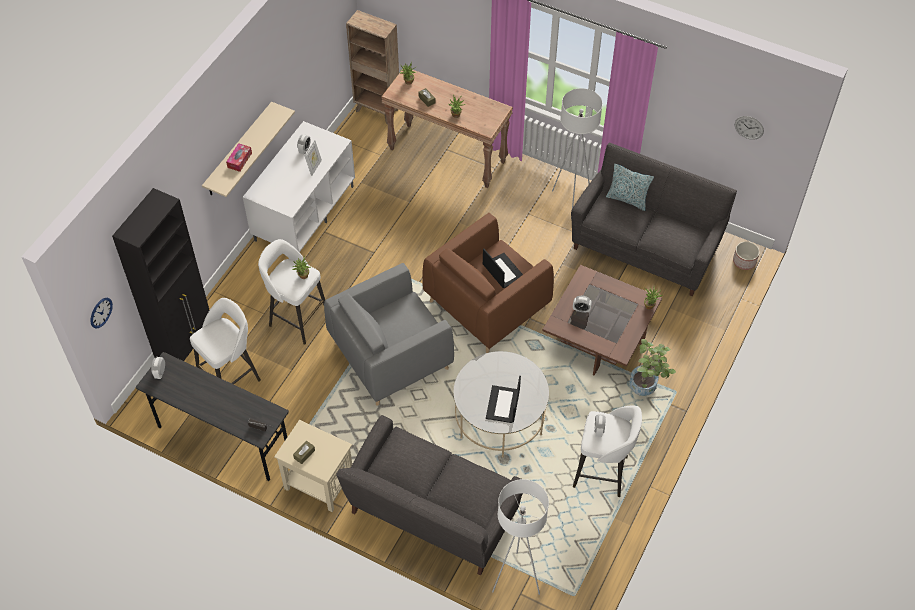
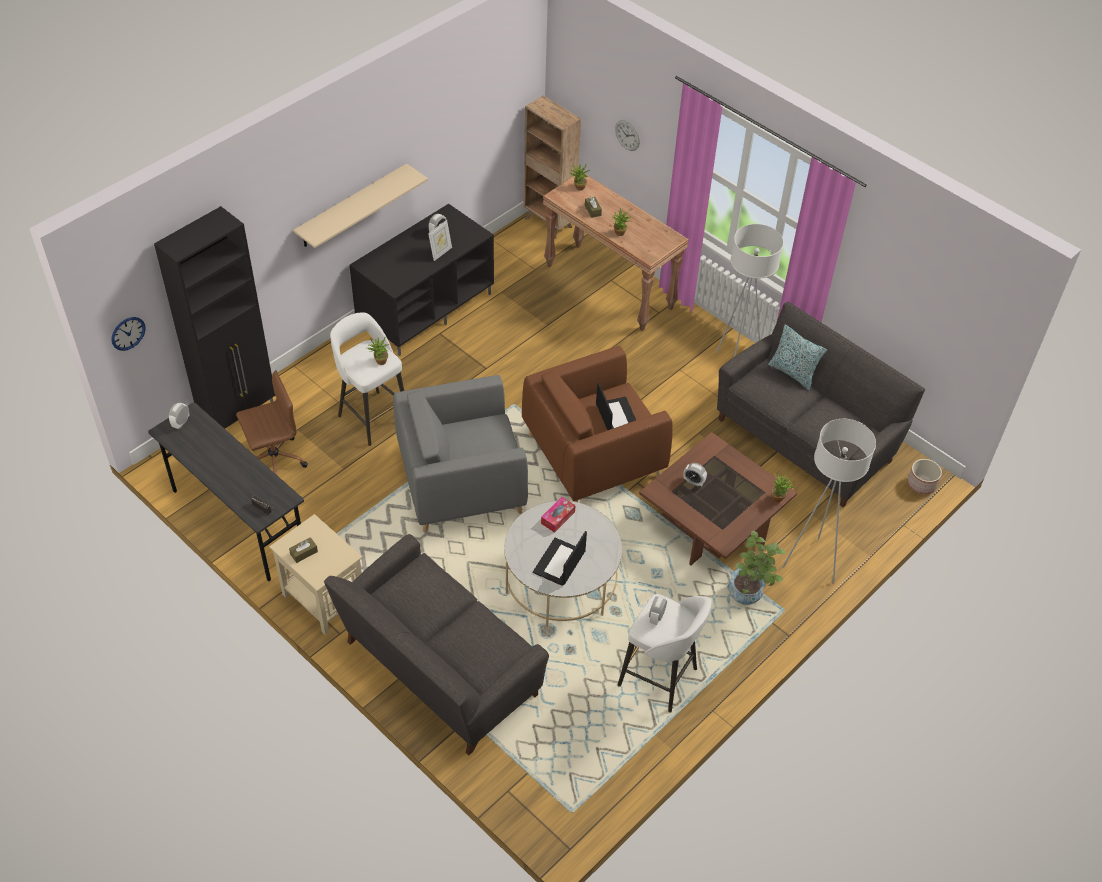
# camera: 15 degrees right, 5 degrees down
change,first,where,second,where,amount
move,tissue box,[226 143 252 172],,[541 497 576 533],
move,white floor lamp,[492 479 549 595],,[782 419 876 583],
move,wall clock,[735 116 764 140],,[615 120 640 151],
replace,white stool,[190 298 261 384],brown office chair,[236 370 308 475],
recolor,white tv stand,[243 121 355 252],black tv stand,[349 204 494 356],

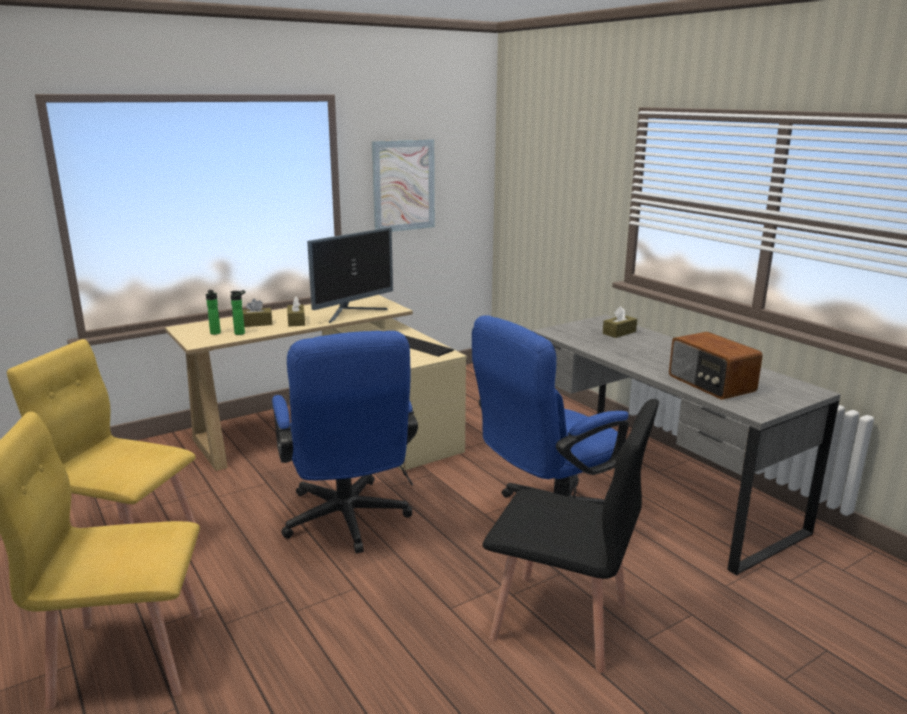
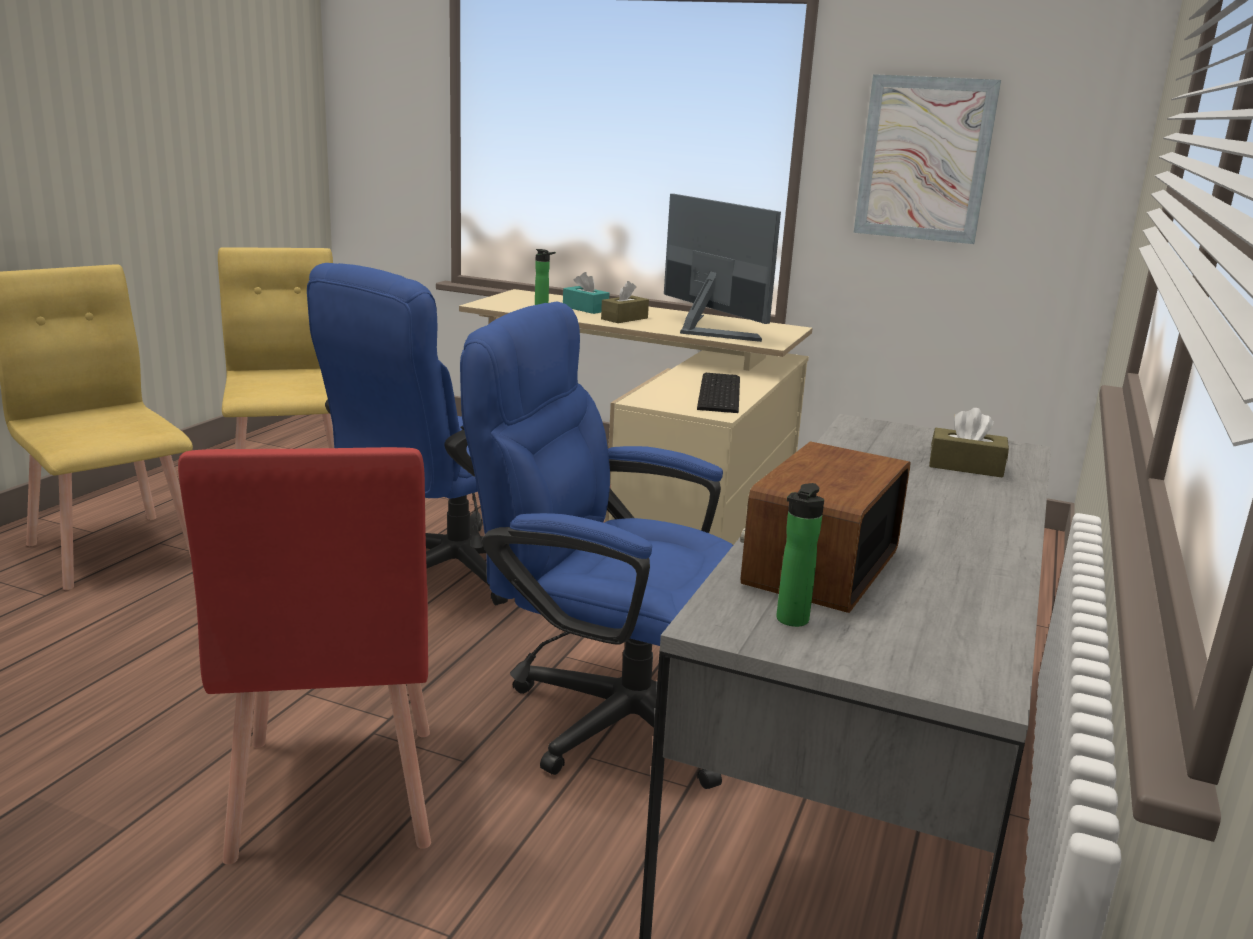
# camera: 55 degrees right, 0 degrees up
change,first,where,second,where,amount
move,bottle,[206 290 221 335],,[776 483 824 627],
recolor,brown tissue box,[243 299 272 327],turquoise tissue box,[563 272 609 314],
recolor,black chair,[482 399 659 673],red chair,[178 447 431 865],
rotate,monitor,[307 227 393 323],,[664 194 781 342],135 degrees counterclockwise

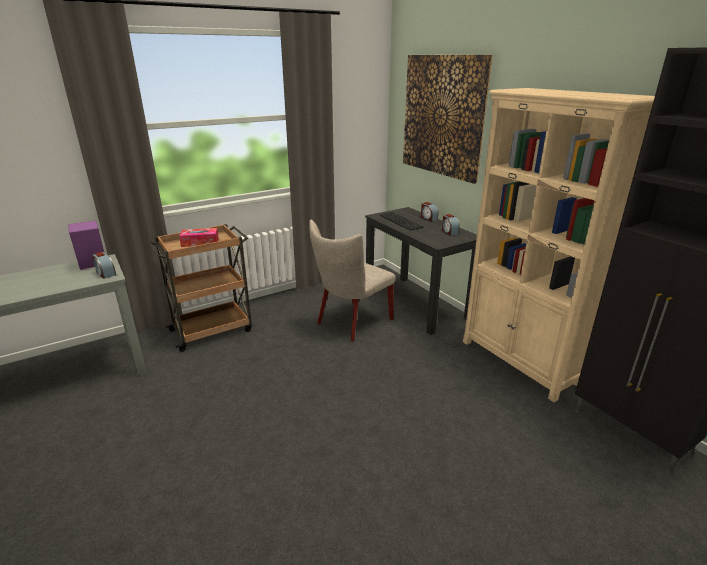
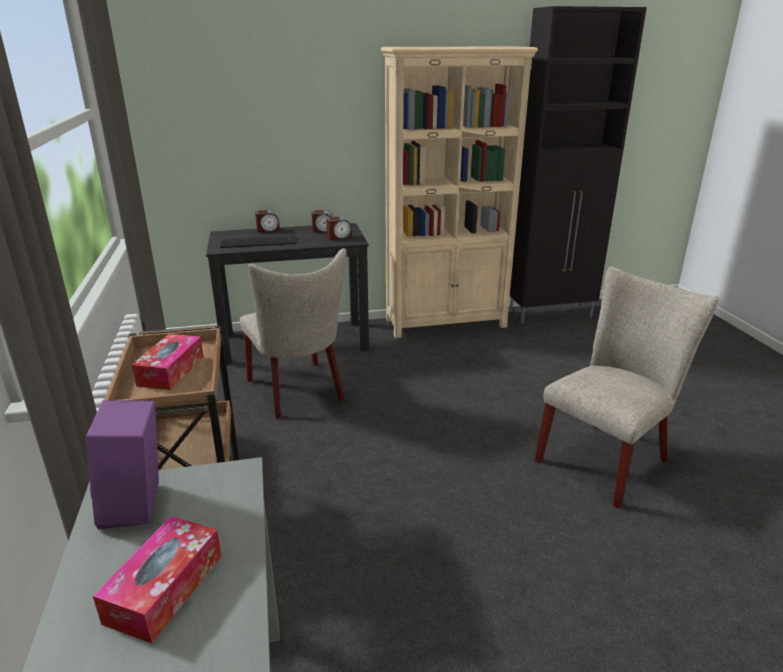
# camera: 70 degrees left, 0 degrees up
change,first,where,second,where,amount
delete,picture,[403 55 492 184],,,
insert,,,tissue box,[93 516 222 644],
insert,,,beige chair,[535 267 719 509],
move,alarm clock,[92 252 116 279],,[326 217 352 240],

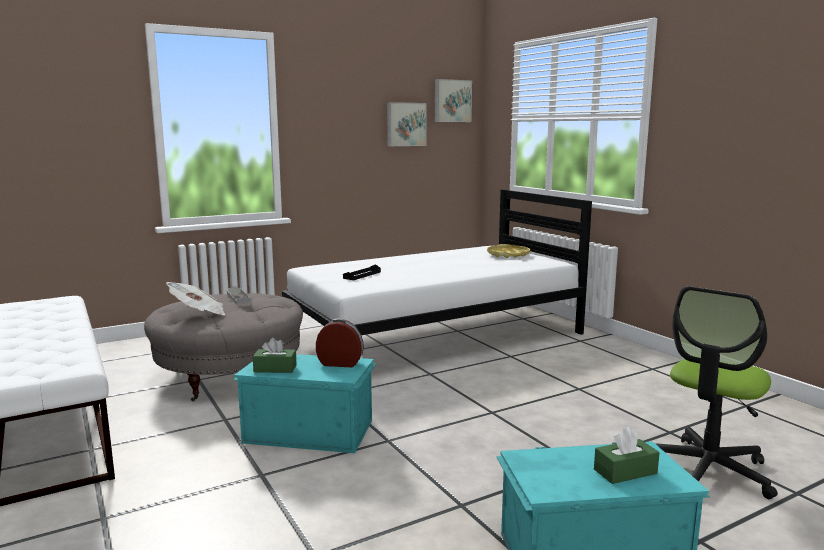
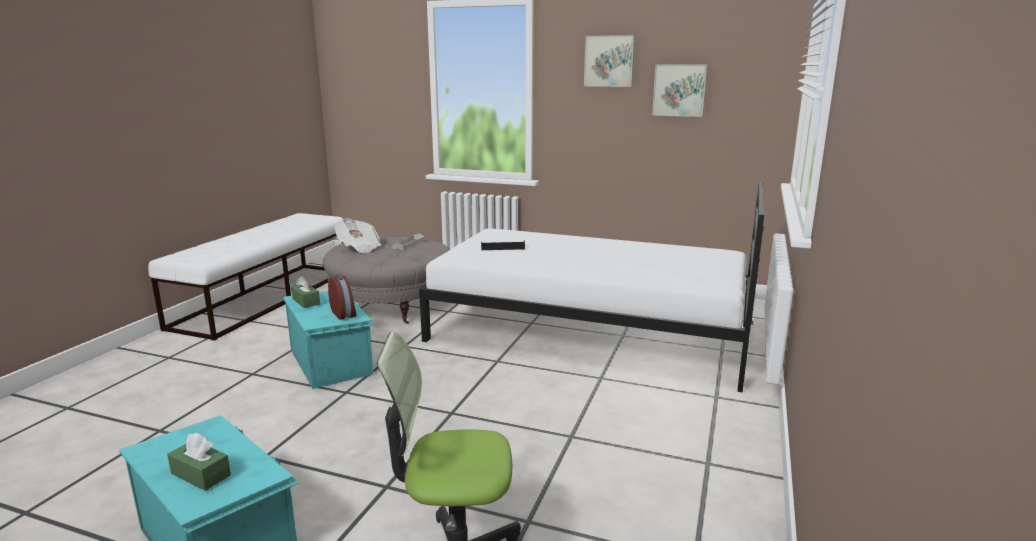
# camera: 50 degrees right, 5 degrees up
change,first,where,second,where,amount
delete,yellow tray,[487 244 530 258],,,
move,picture,[435 79 472 122],,[584 35 635 87],

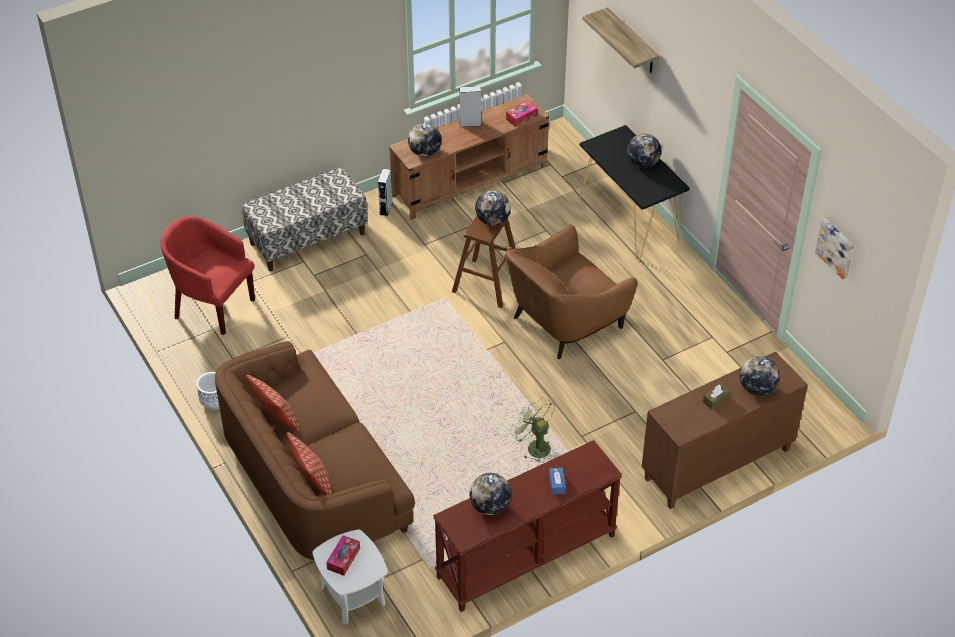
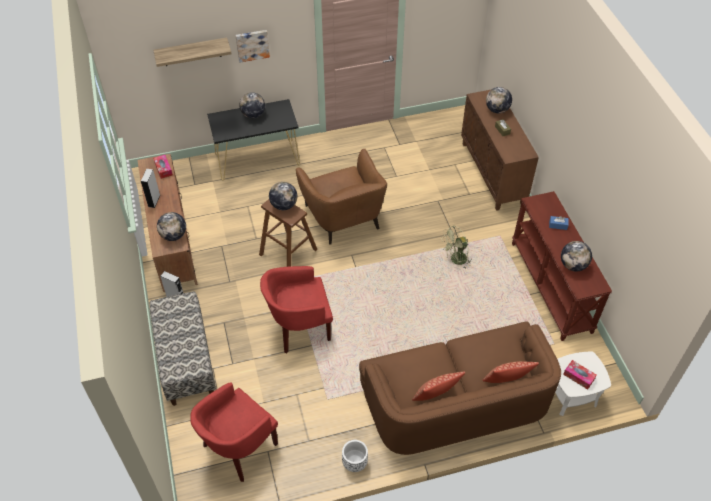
# camera: 75 degrees left, 5 degrees up
change,first,where,second,where,amount
insert,,,red armchair,[260 266 333 353],
move,picture,[815 219 854 280],,[235 30 270 63],

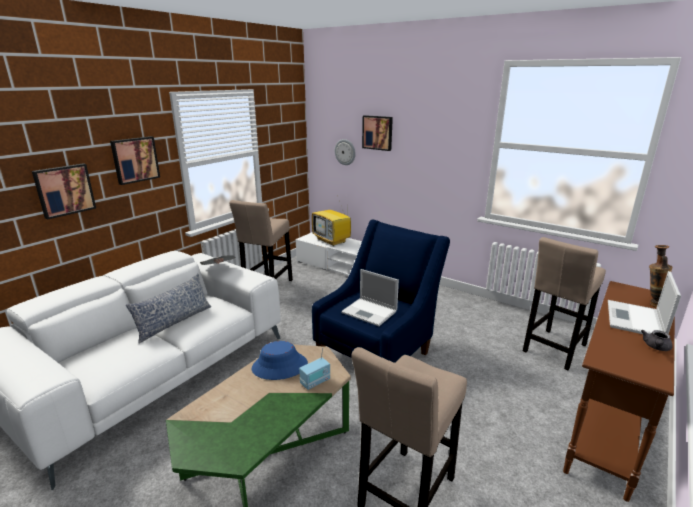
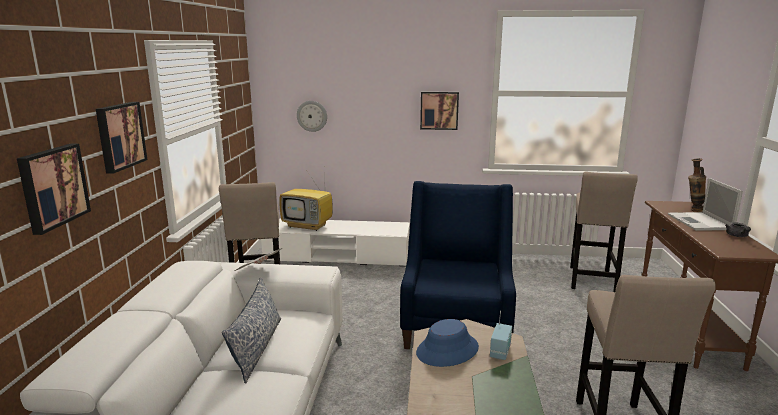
# camera: 30 degrees left, 5 degrees down
change,first,where,second,where,amount
delete,laptop,[341 269 399 326],,,
move,picture,[362 115 393 151],,[420 91 459 130],

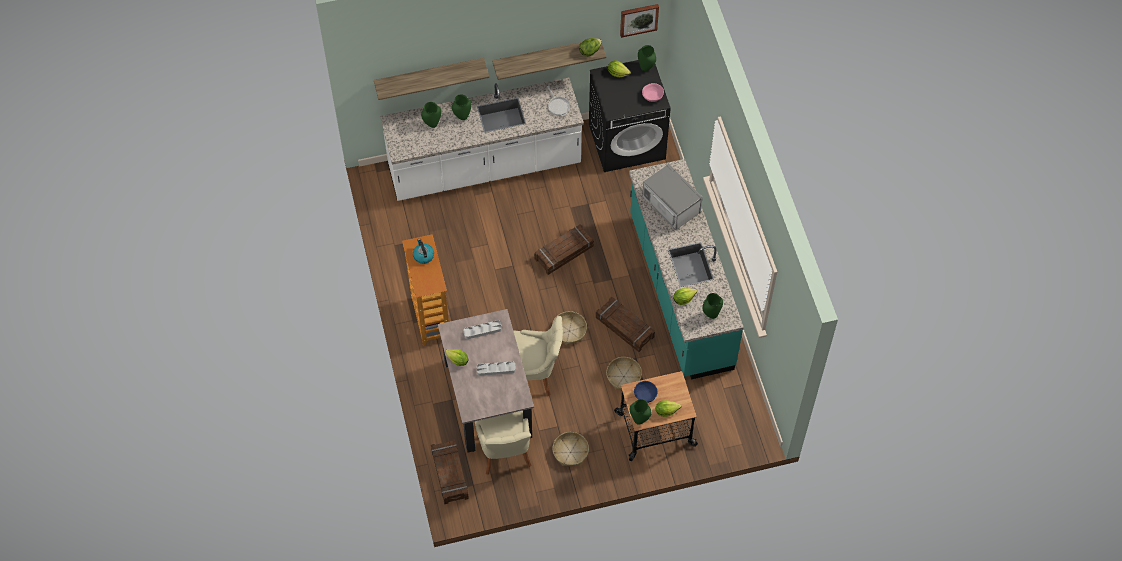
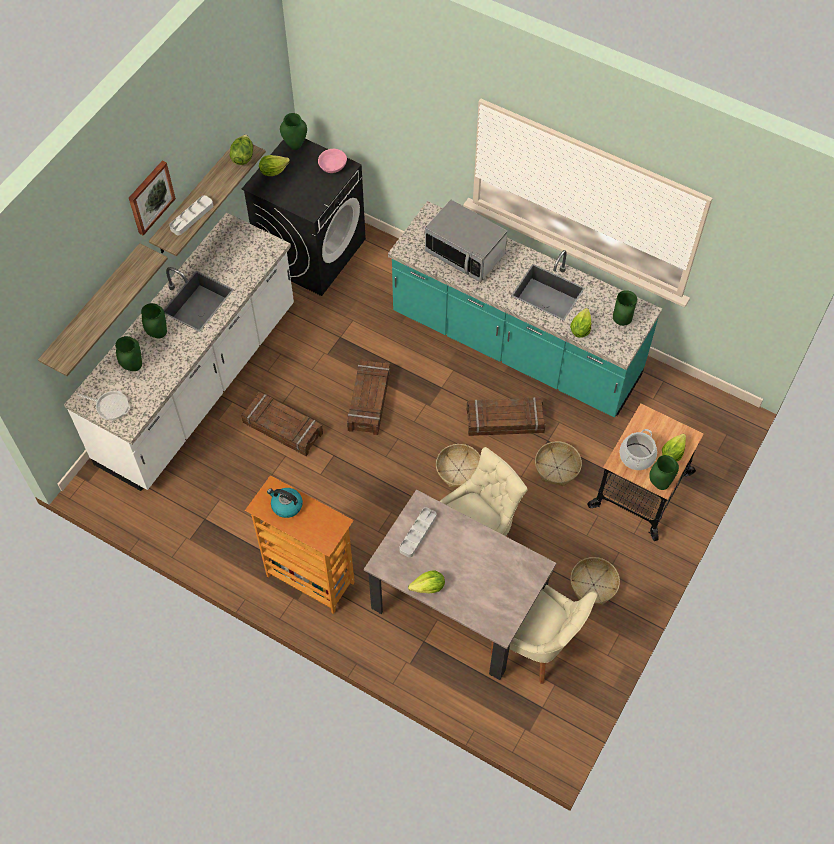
# camera: 45 degrees left, 0 degrees up
change,first,where,second,where,amount
move,crate,[431 439 469 504],,[241 392 323 456],
move,grey tray,[477 361 516 376],,[169 195 213 235],
move,frying pan,[547 86 570 116],,[77 391 130 420],
move,picture,[620 4 659 38],,[129 160 176 236],
replace,blue bowl,[634 381 657 403],cooking pot,[619 429 657 470],
rotate,microwave,[642 164 703 230],,[425 199 507 282],150 degrees counterclockwise

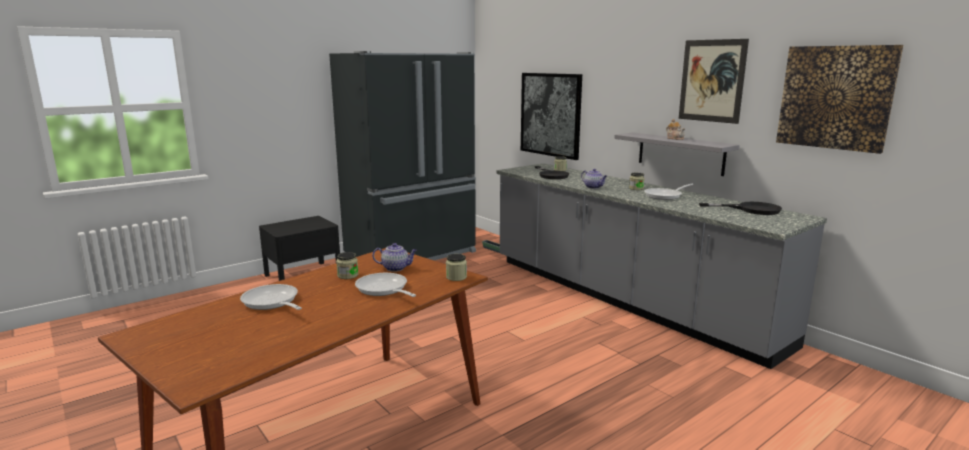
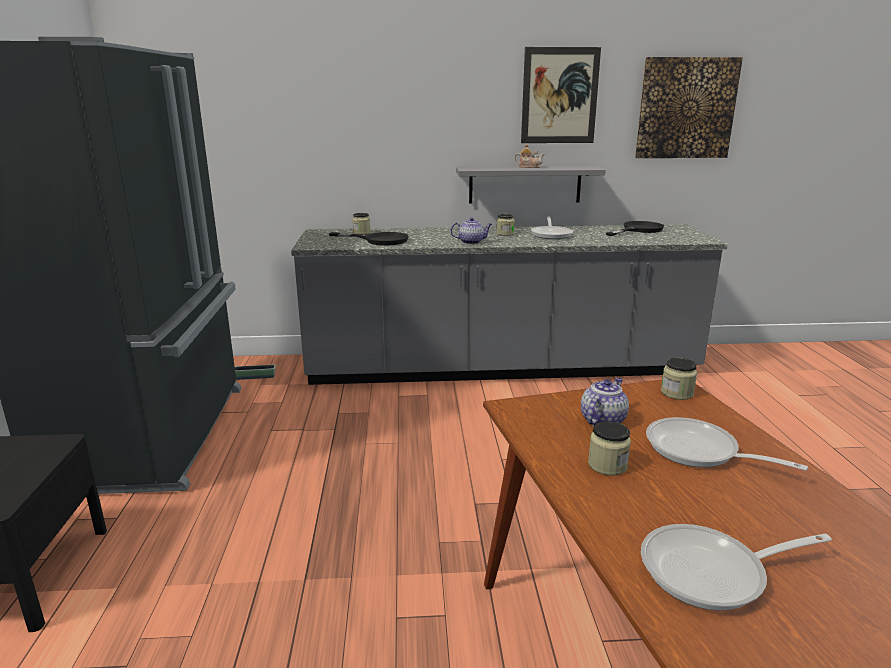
# camera: 55 degrees left, 5 degrees up
change,first,where,second,where,amount
delete,picture,[521 73 582 160],,,
rotate,frying pan,[355 273 416 297],,[646 417 808 471],45 degrees clockwise

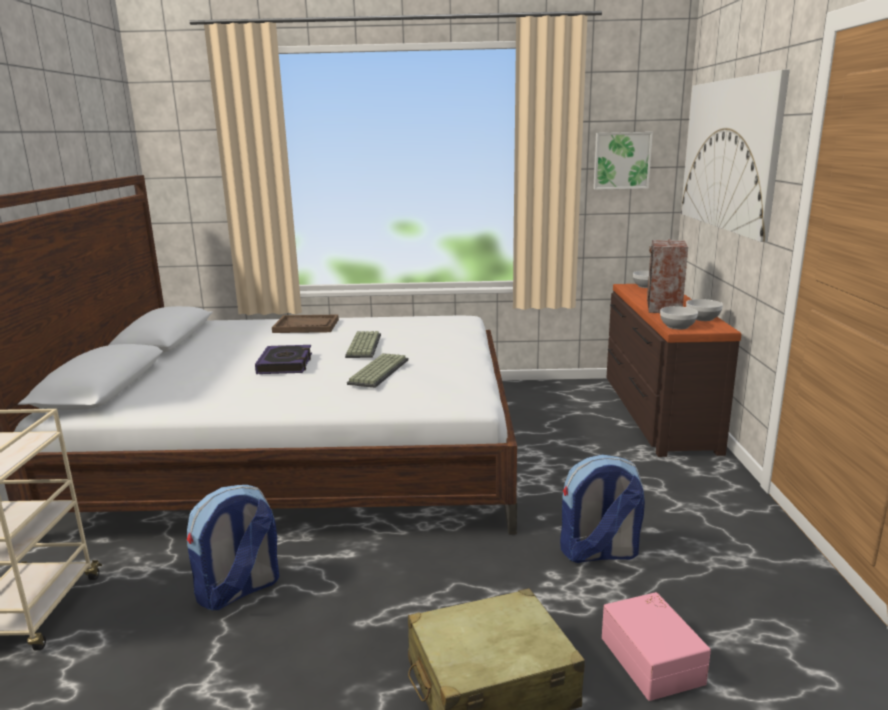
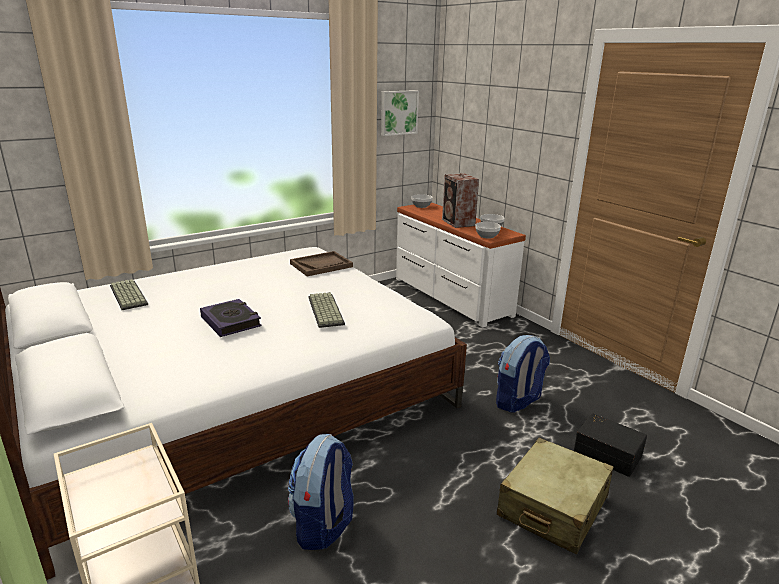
# camera: 35 degrees left, 5 degrees up
change,first,where,second,where,amount
delete,picture,[681 70 790 242],,,
move,brown tray,[272 315 339 333],,[290 251 353 276],
move,keyboard,[345 331 381 358],,[110 279 148 310],
recolor,pink storage box,[602 592 711 701],black storage box,[574 413 647 477],
recolor,brown dresser,[606 284 742 457],white dresser,[396 202 526 328],

